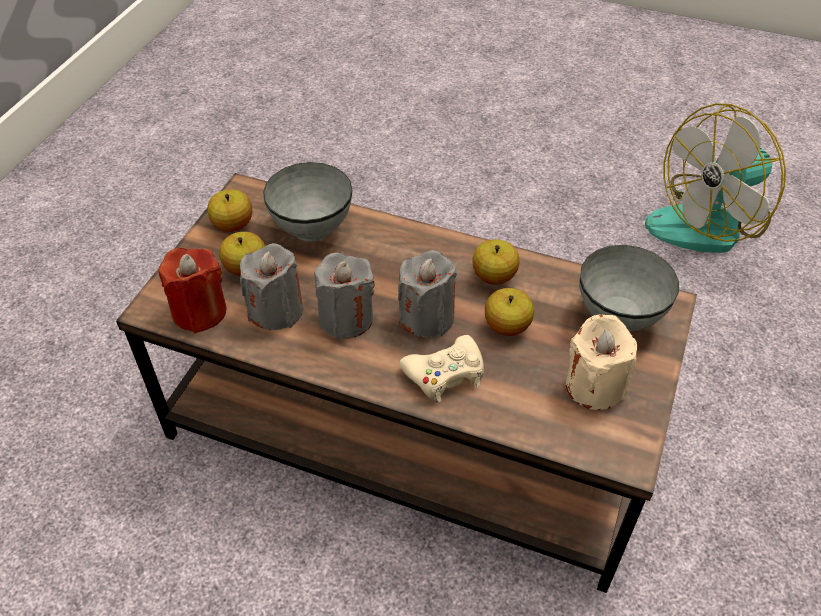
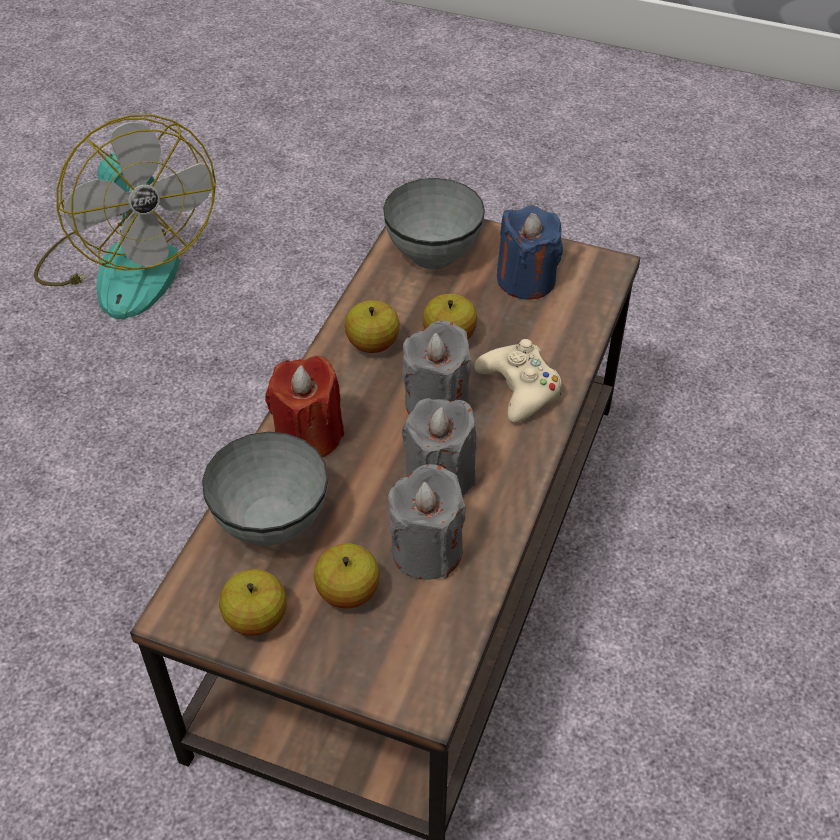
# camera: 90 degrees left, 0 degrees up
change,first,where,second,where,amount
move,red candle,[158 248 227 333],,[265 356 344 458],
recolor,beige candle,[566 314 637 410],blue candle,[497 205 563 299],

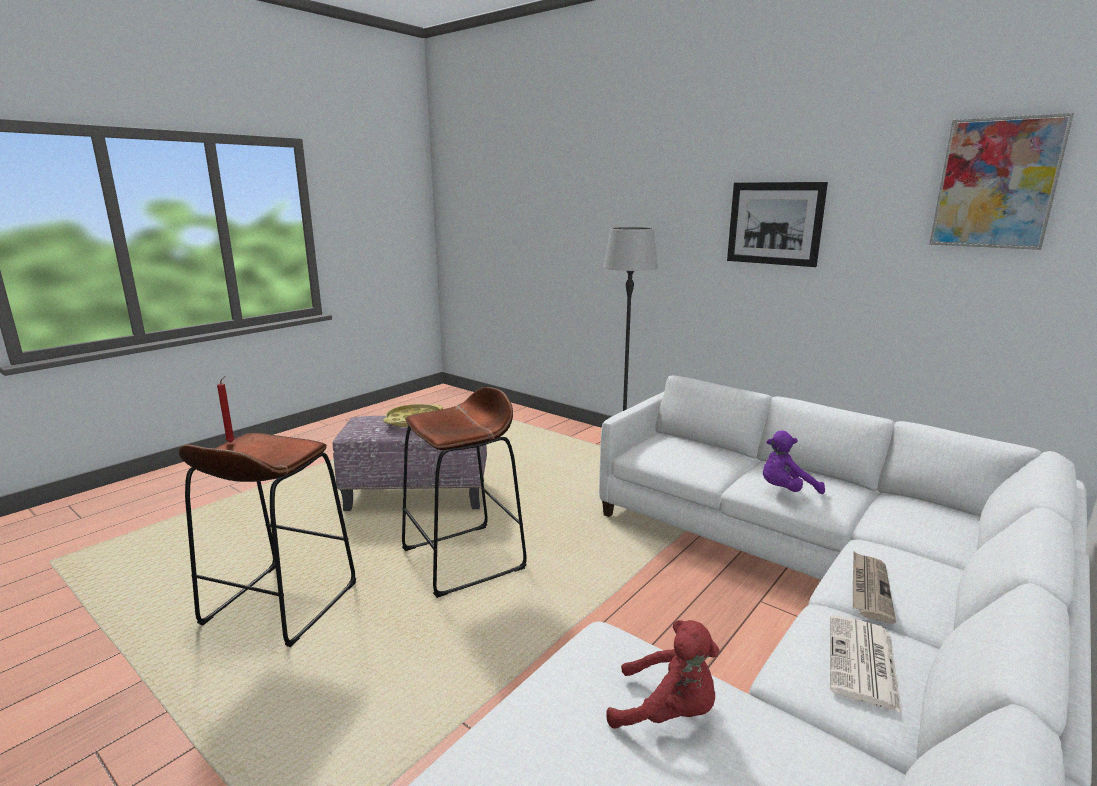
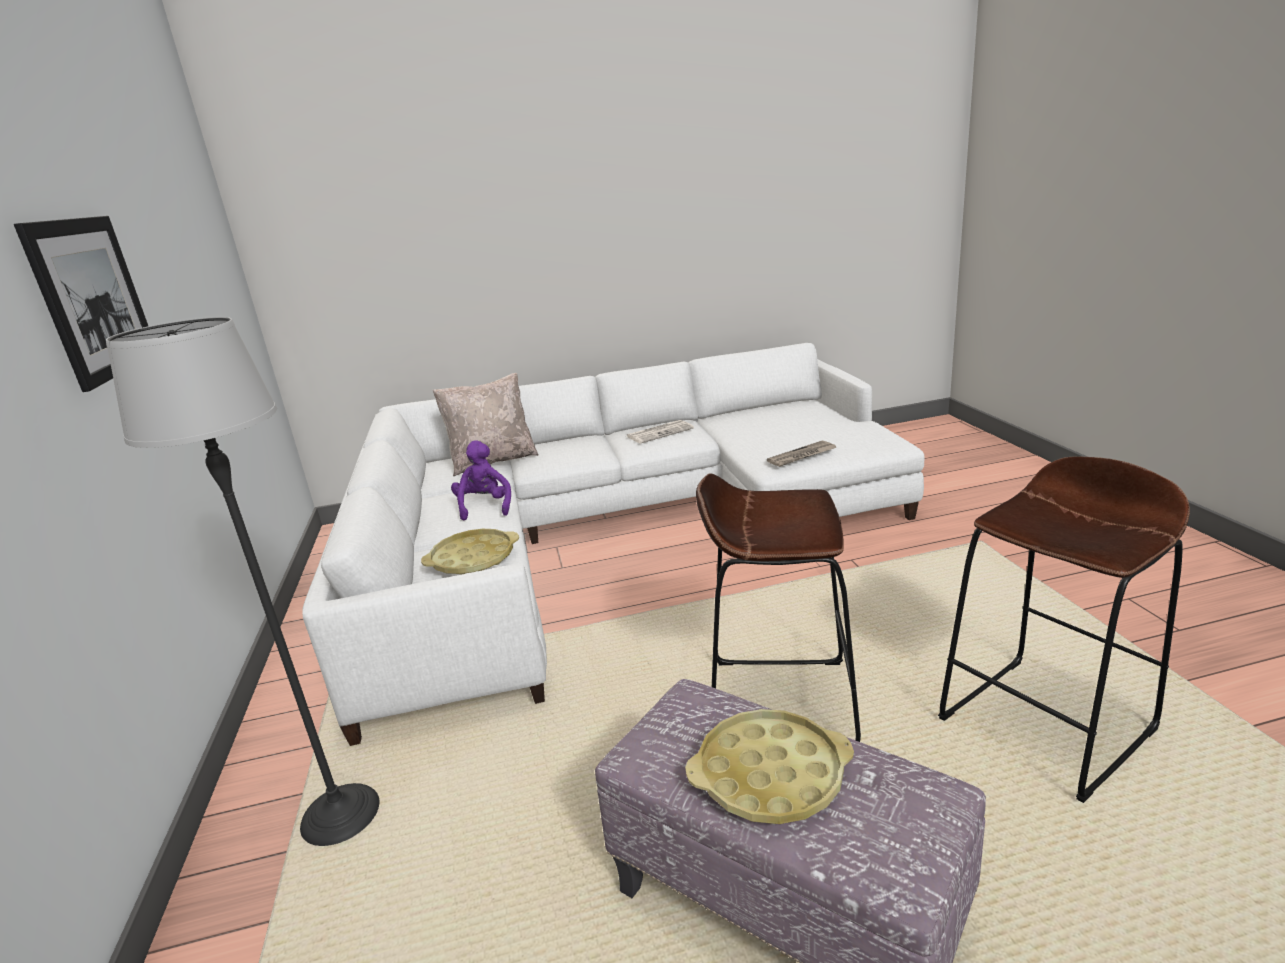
# camera: 140 degrees left, 5 degrees up
change,first,where,second,where,amount
delete,red candle,[217 376 235 442],,,
delete,red plush toy,[606 620 719 729],,,
delete,picture,[929 113 1074 250],,,
insert,,,yellow tray,[421 529 519 575],
insert,,,beige pillow,[432 373 538 476],
move,newspaper,[853 552 896 623],,[767 441 836 467],
rotate,purple plush toy,[763 431 825 494],,[451 440 511 520],120 degrees counterclockwise

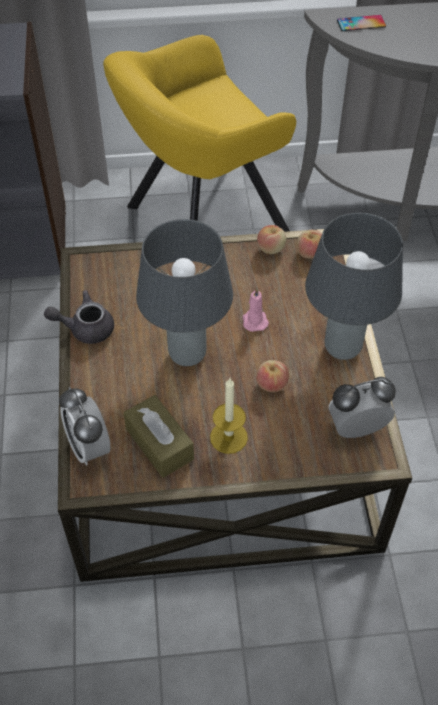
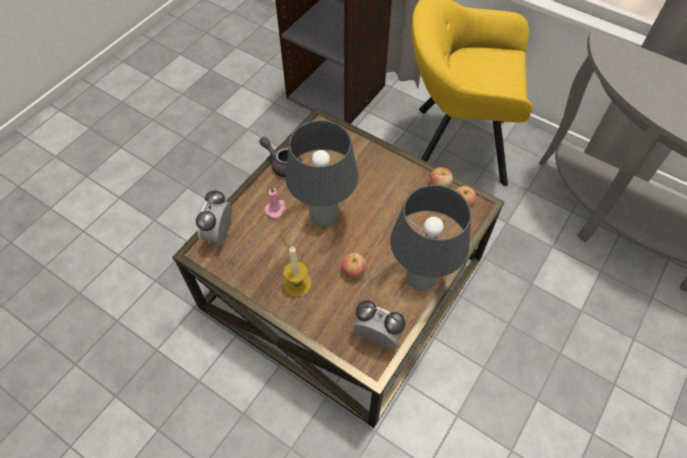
# camera: 40 degrees right, 5 degrees up
change,first,where,second,where,amount
delete,brown tissue box,[124 395 194 478],,,
delete,phone,[337 15 386 31],,,
move,pink candle,[242 288 269 332],,[265 187 286 218],

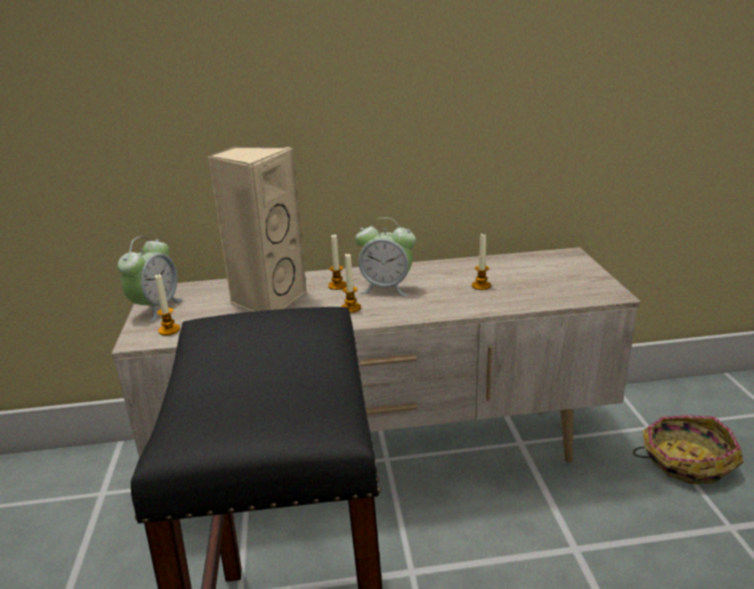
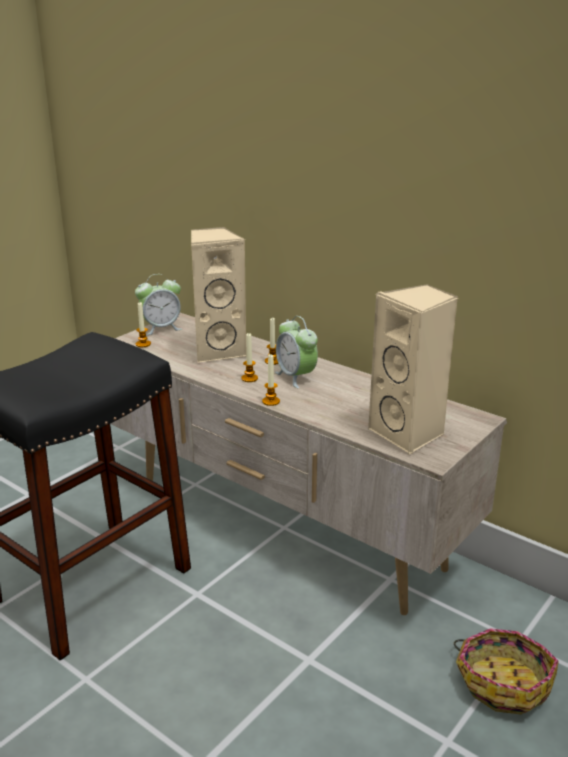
# camera: 45 degrees right, 0 degrees up
change,first,where,second,where,amount
insert,,,beige speaker,[368 284 458 455],
move,candle,[472 234 491 290],,[262 354 280 406],

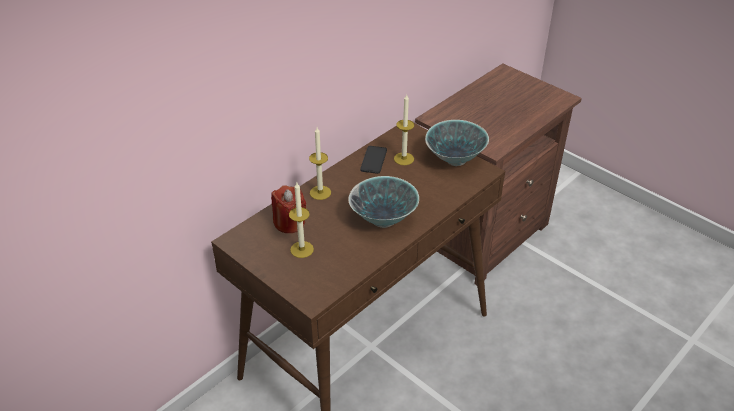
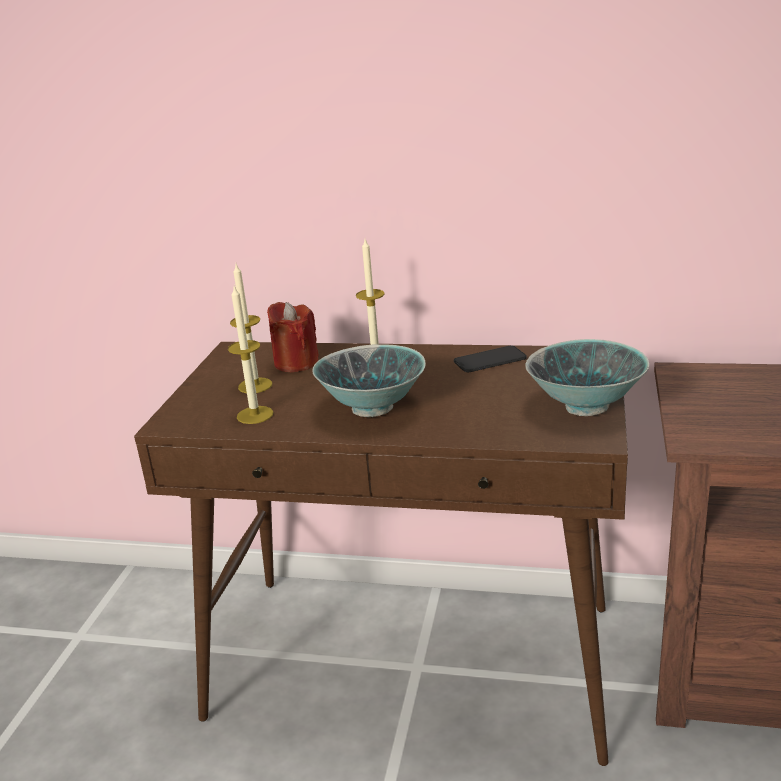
# camera: 60 degrees right, 15 degrees down
change,first,where,second,where,amount
move,candle,[394 95 414 165],,[228 286 273 424],

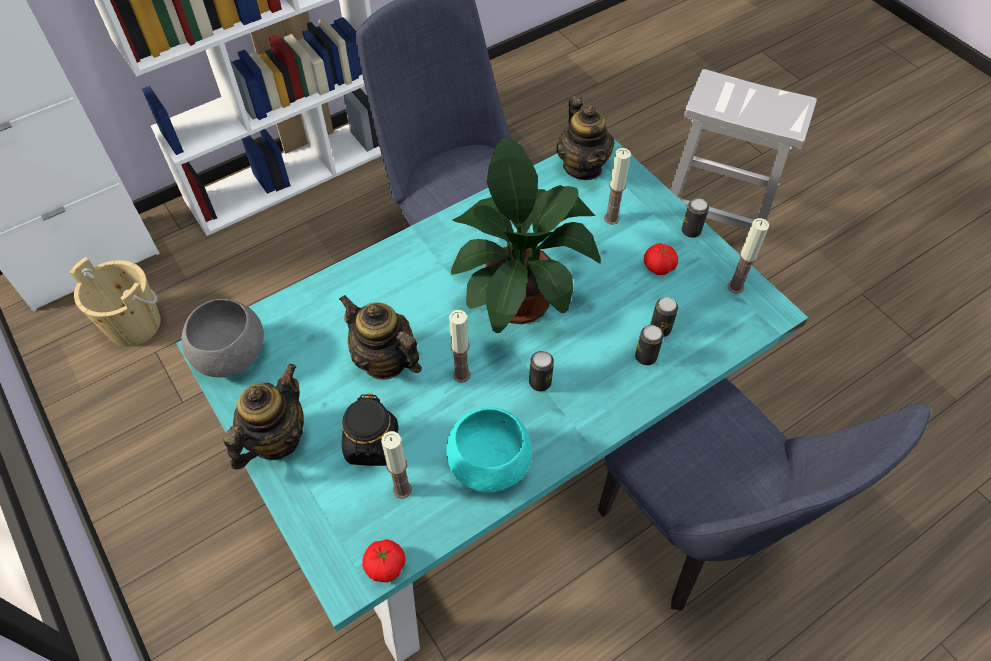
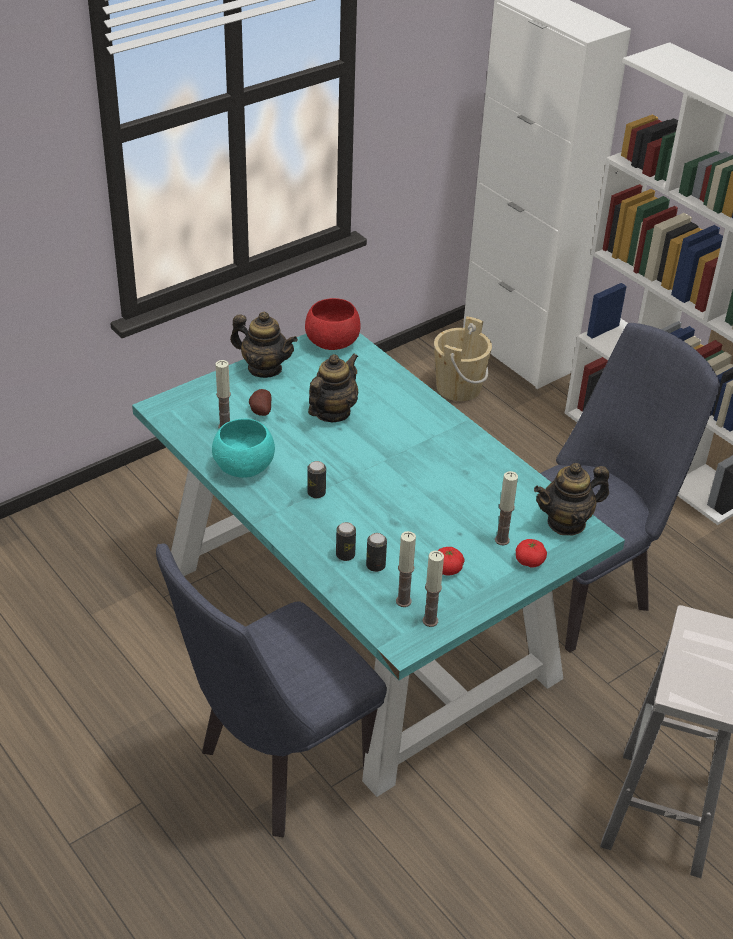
# camera: 85 degrees right, 15 degrees down
change,first,where,second,where,amount
delete,potted plant,[451 137 601 333],,,
delete,can,[681 198 709 238],,,
move,tomato,[362 539 405 582],,[516 539 547 568],
move,candle,[449 310 471 382],,[396 531 416 607],
replace,black jar,[342 393 399 466],potato,[249 389 271 416],
recolor,grey bowl,[181 299 264 378],red bowl,[305 298 361 350],

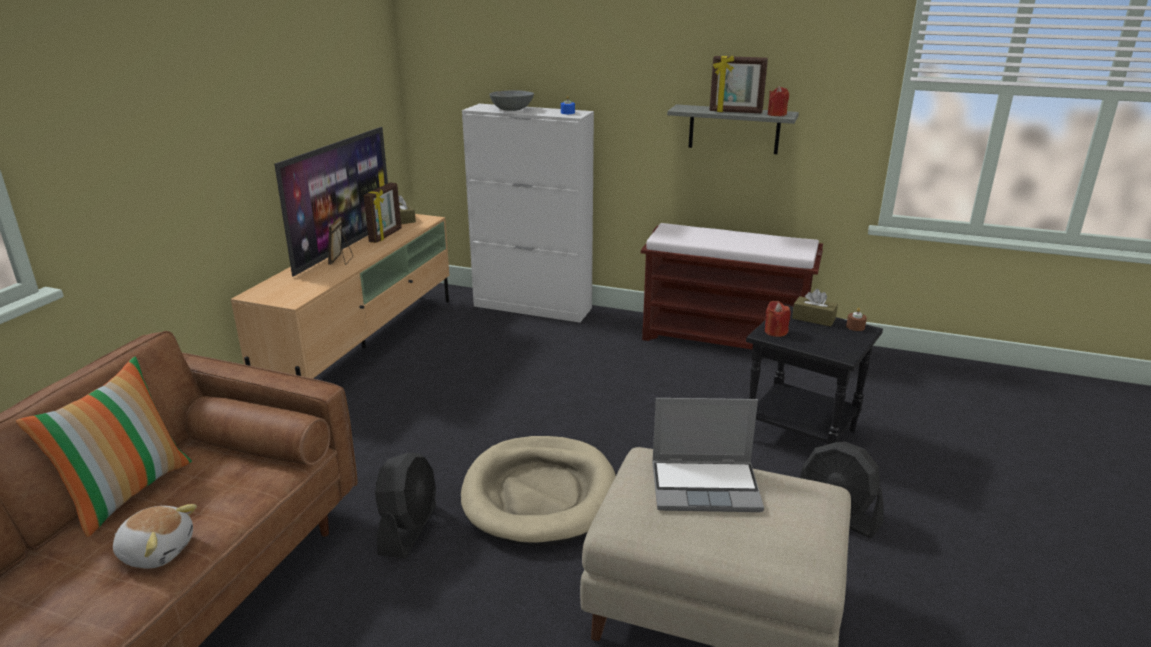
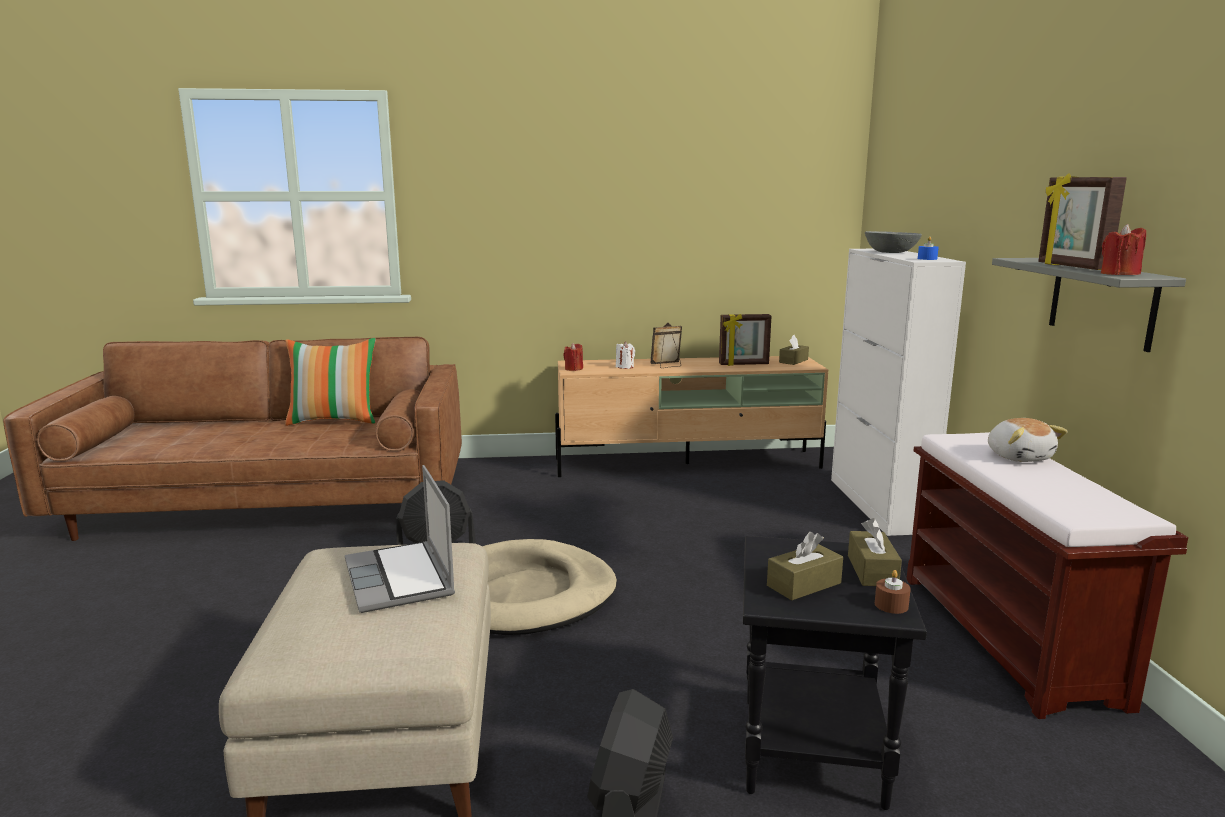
# camera: 65 degrees right, 10 degrees down
change,first,where,second,where,amount
delete,television,[274 127 388 276],,,
insert,,,white candle,[616 341 635 369],
insert,,,brown tissue box,[767 532 843 600],
move,plush toy,[113 504 197 569],,[988 418 1068 462],
move,red candle,[765 301 791 337],,[563 343 583 371],

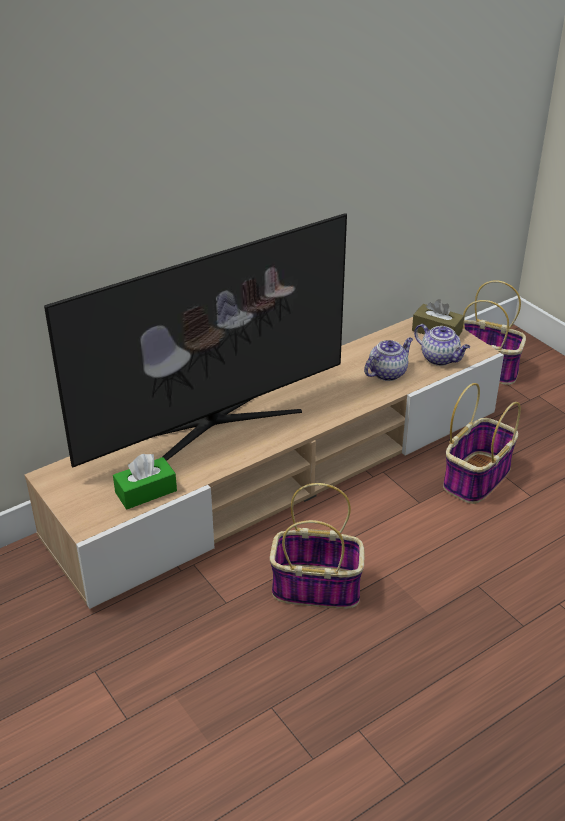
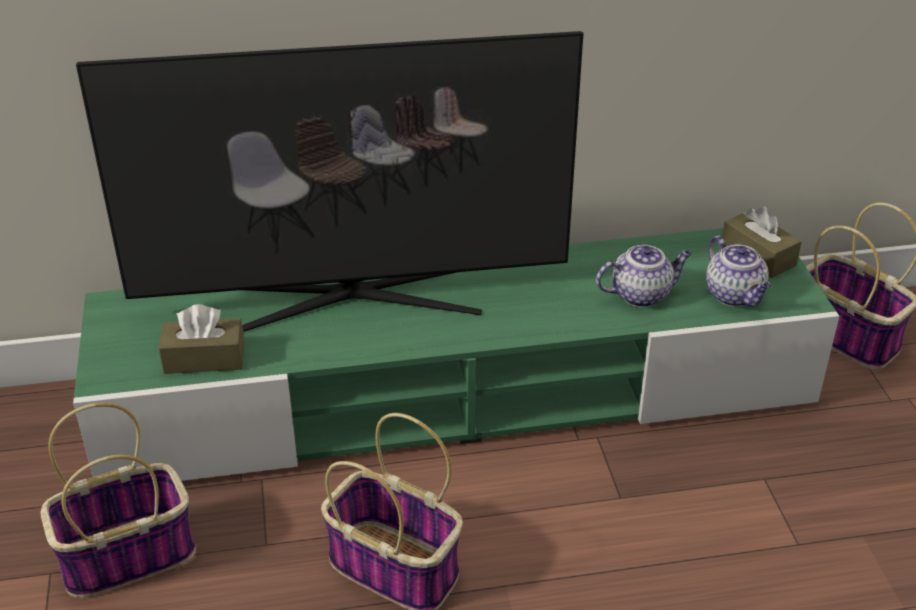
# camera: 25 degrees right, 0 degrees up
change,first,where,second,where,amount
move,basket,[443 383 521 504],,[41 403 196 598],
recolor,beige tv stand,[24 317 504 609],green tv stand,[73 228 839 481],
recolor,green tissue box,[113 454 177 509],brown tissue box,[159 304 245 374],

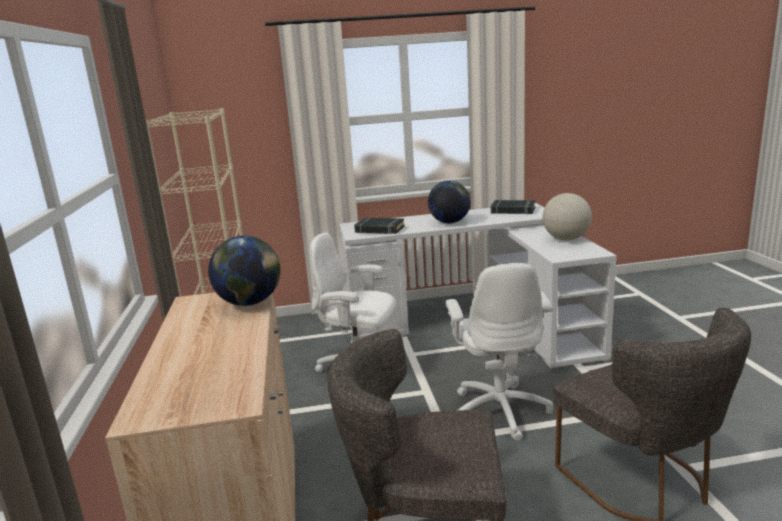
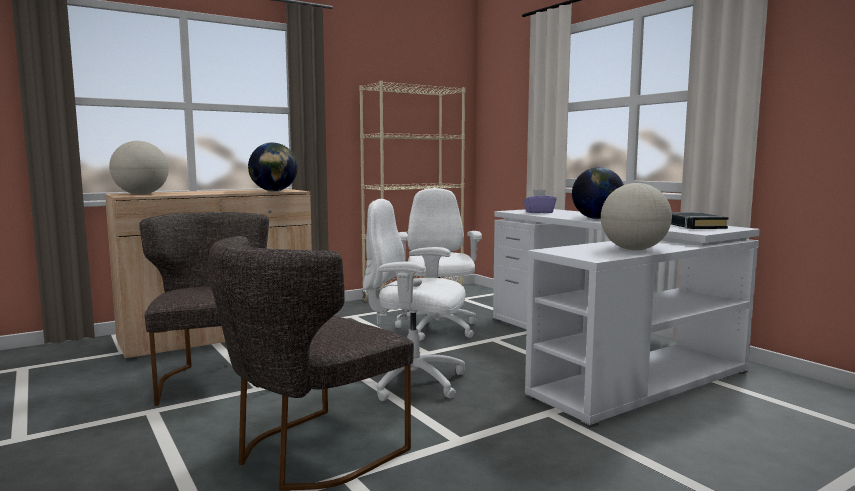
# camera: 65 degrees right, 10 degrees down
change,first,where,second,where,amount
insert,,,globe,[109 141 169 195],
replace,black book,[354 218 404 234],purple tissue box,[523 190 556 213],
rotate,white office chair,[445 263 553 441],,[363 199 466 401],45 degrees clockwise

